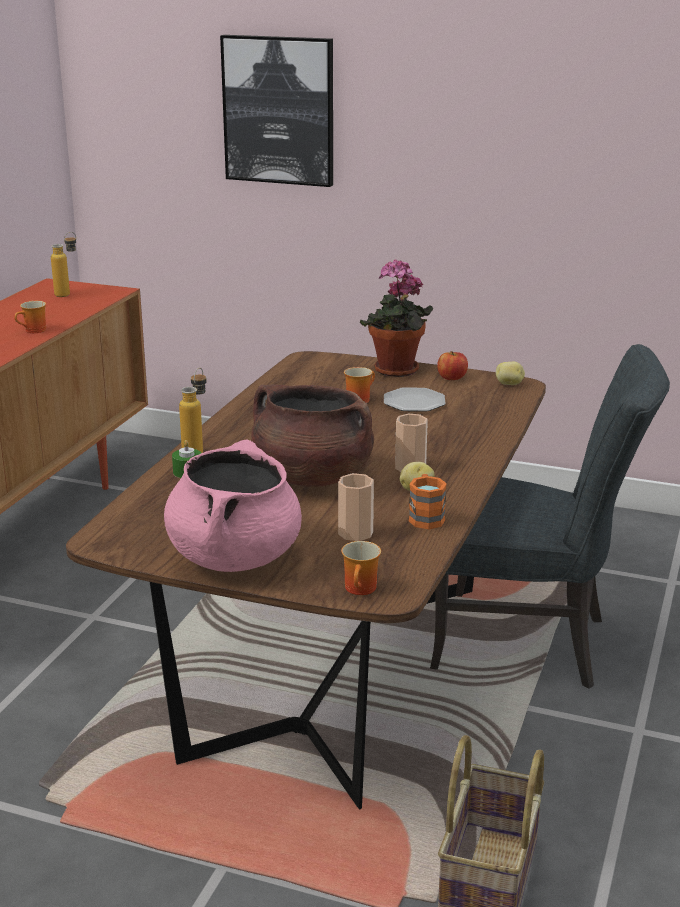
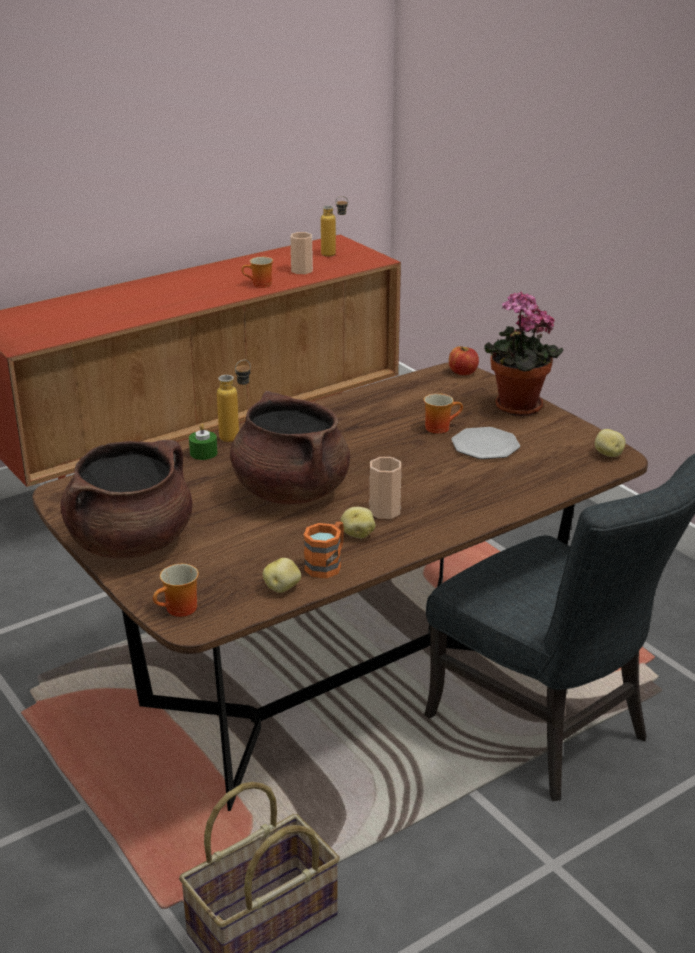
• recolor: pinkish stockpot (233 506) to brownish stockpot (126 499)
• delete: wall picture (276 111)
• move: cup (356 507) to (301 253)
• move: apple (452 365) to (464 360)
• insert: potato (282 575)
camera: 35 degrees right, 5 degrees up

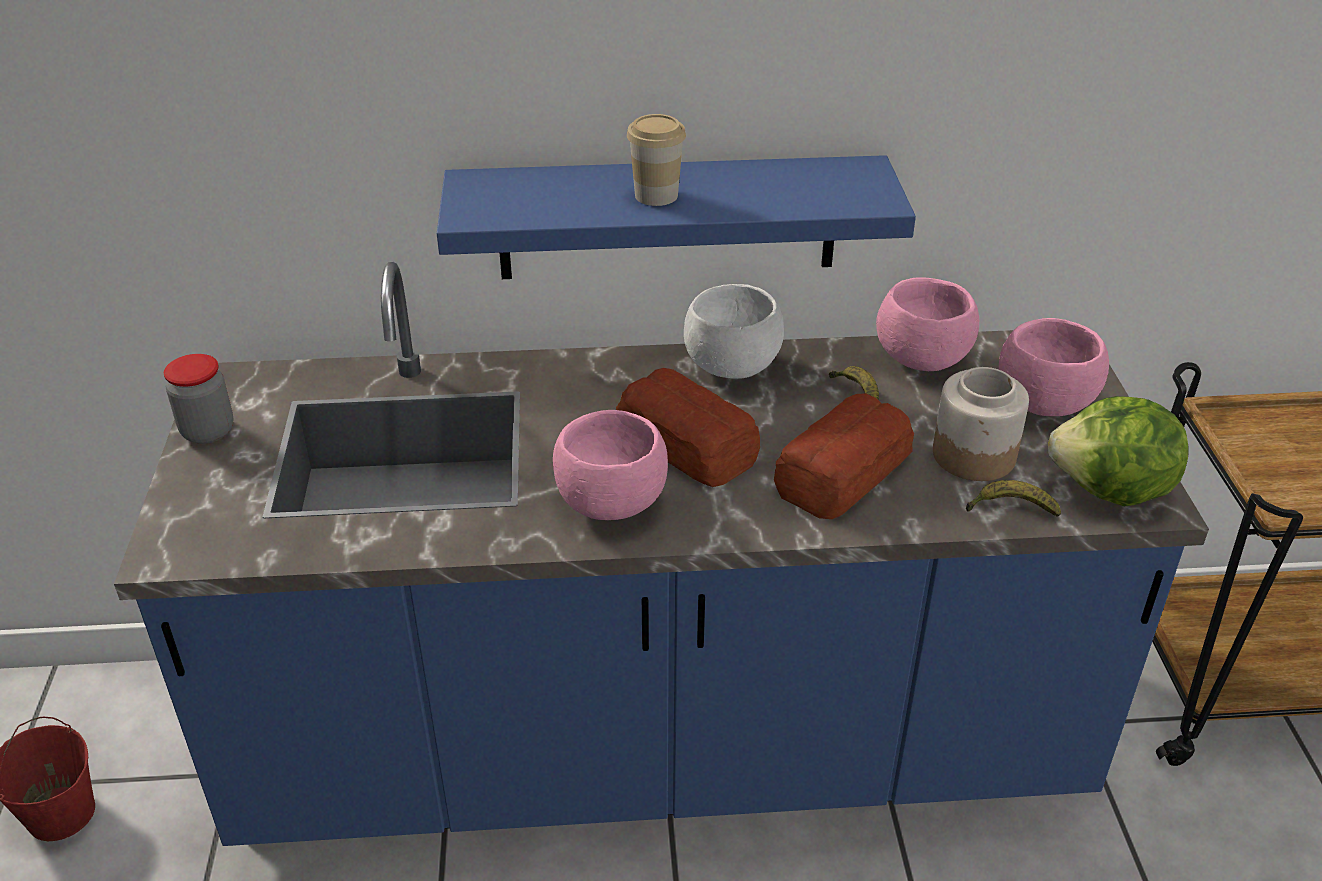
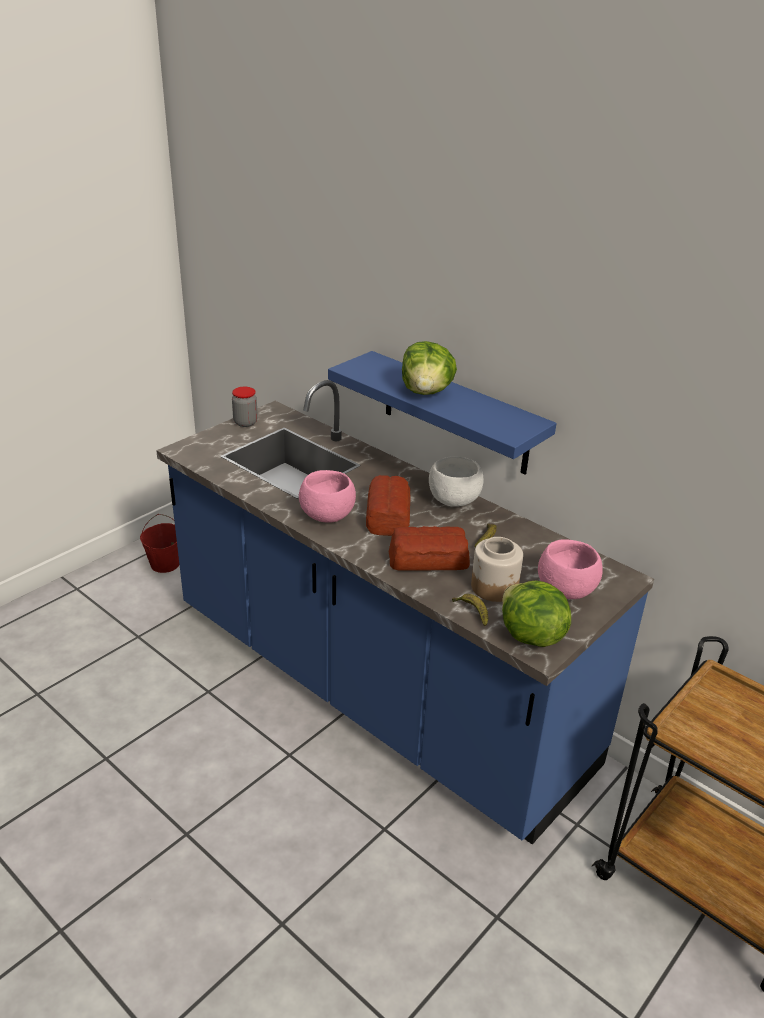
• replace: cup (656 160) to lettuce head (429 368)
• delete: pinkish bowl (927 324)
camera: 45 degrees right, 5 degrees down

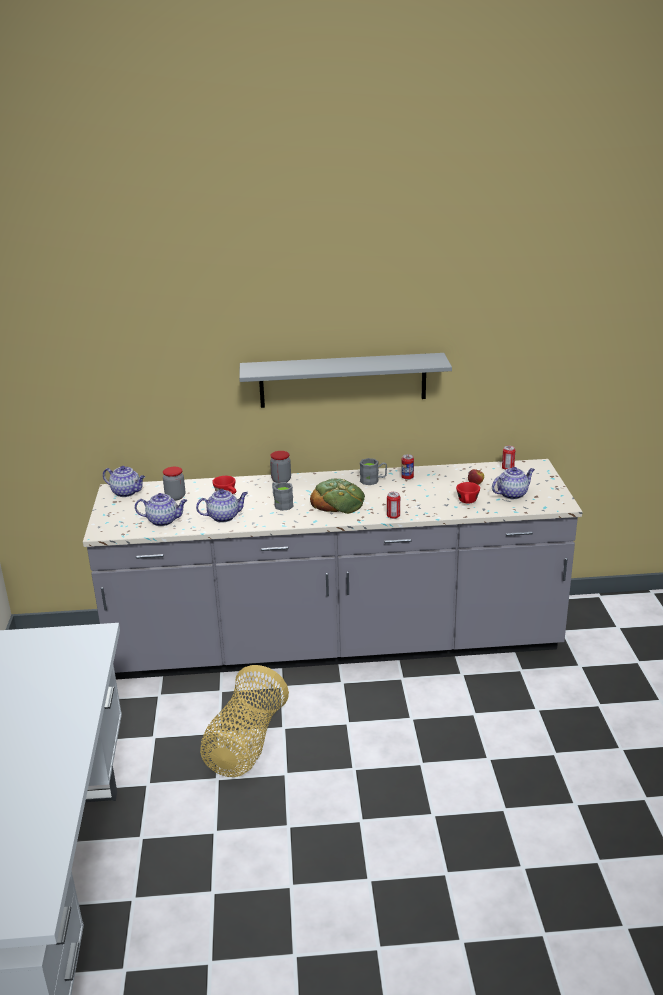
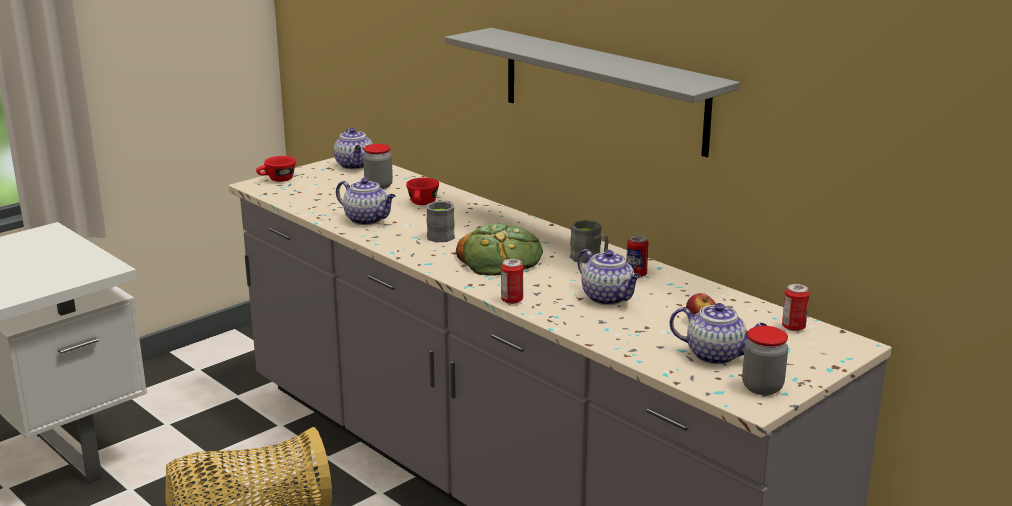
• move: pot for tea (161 509) to (609 277)
• move: preserve jar (280 467) to (765 360)
• move: red cup (468 493) to (276 169)
camera: 50 degrees right, 5 degrees down

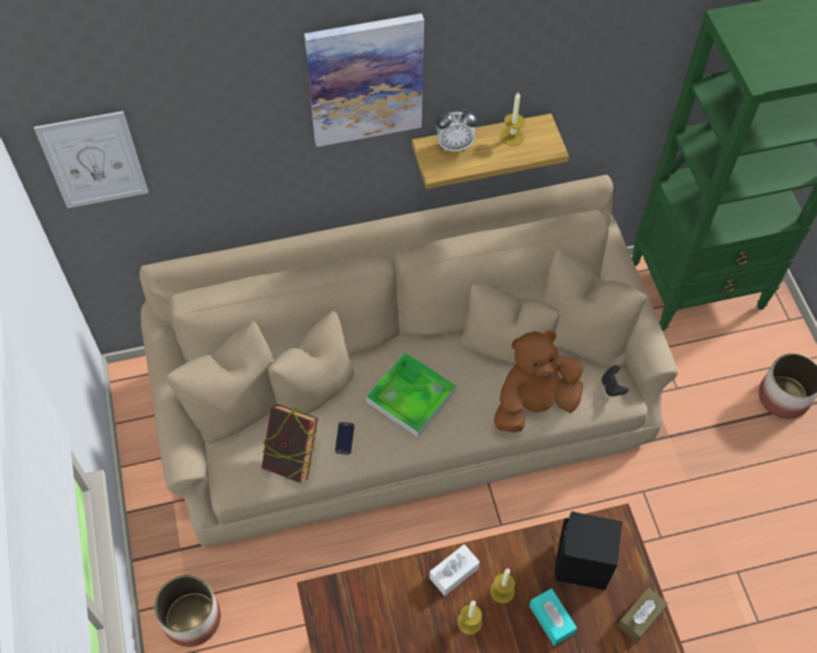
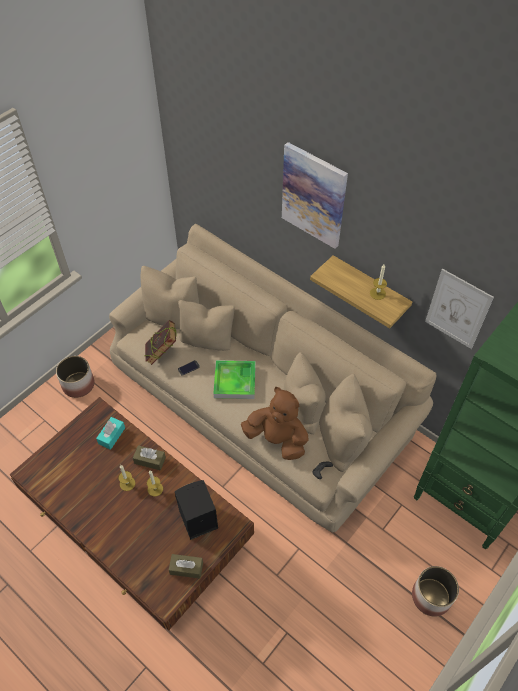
• move: wall picture (91 159) to (459 309)
• recolor: whitish tissue holder (454 570) to brownish tissue holder (149 457)
• delete: bedside clock (456 130)
• move: blue-green tissue holder (553 617) to (110 433)
camera: 55 degrees right, 5 degrees down

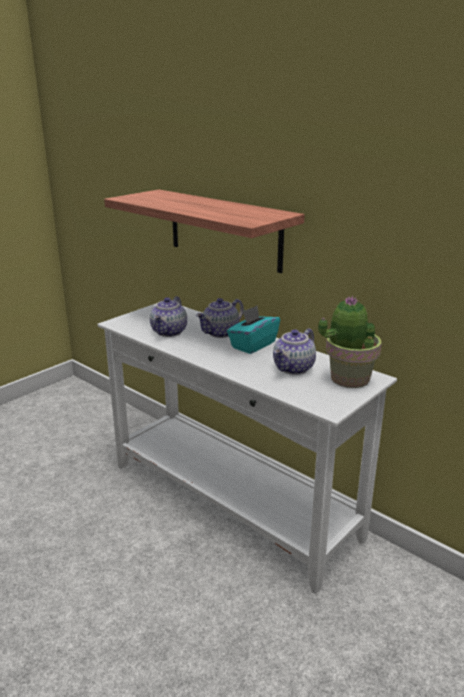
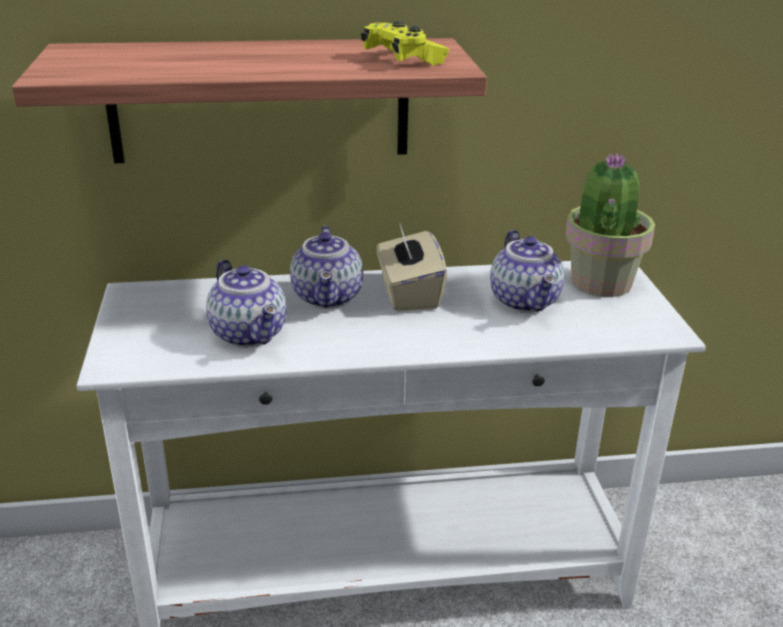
• recolor: blue-green tissue holder (253 330) to beige-coloured tissue holder (412 267)
• insert: yellow-coloured gamepad (405 43)
camera: 50 degrees left, 5 degrees up

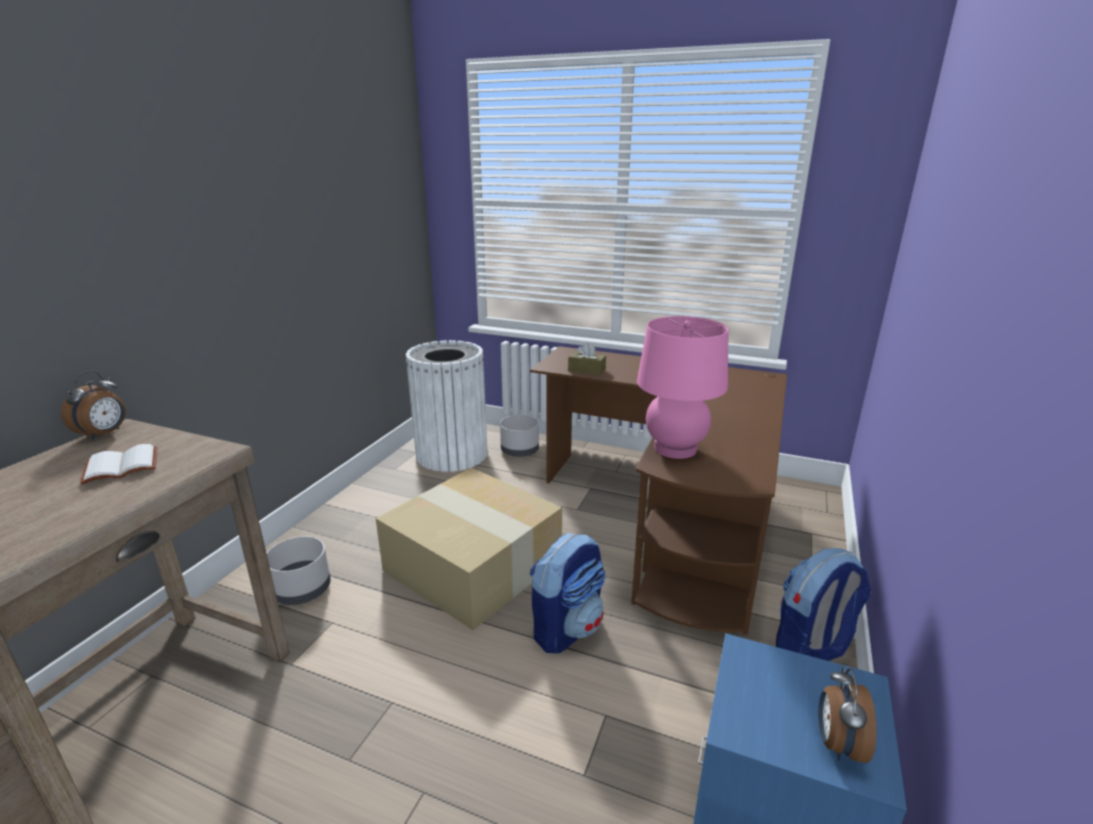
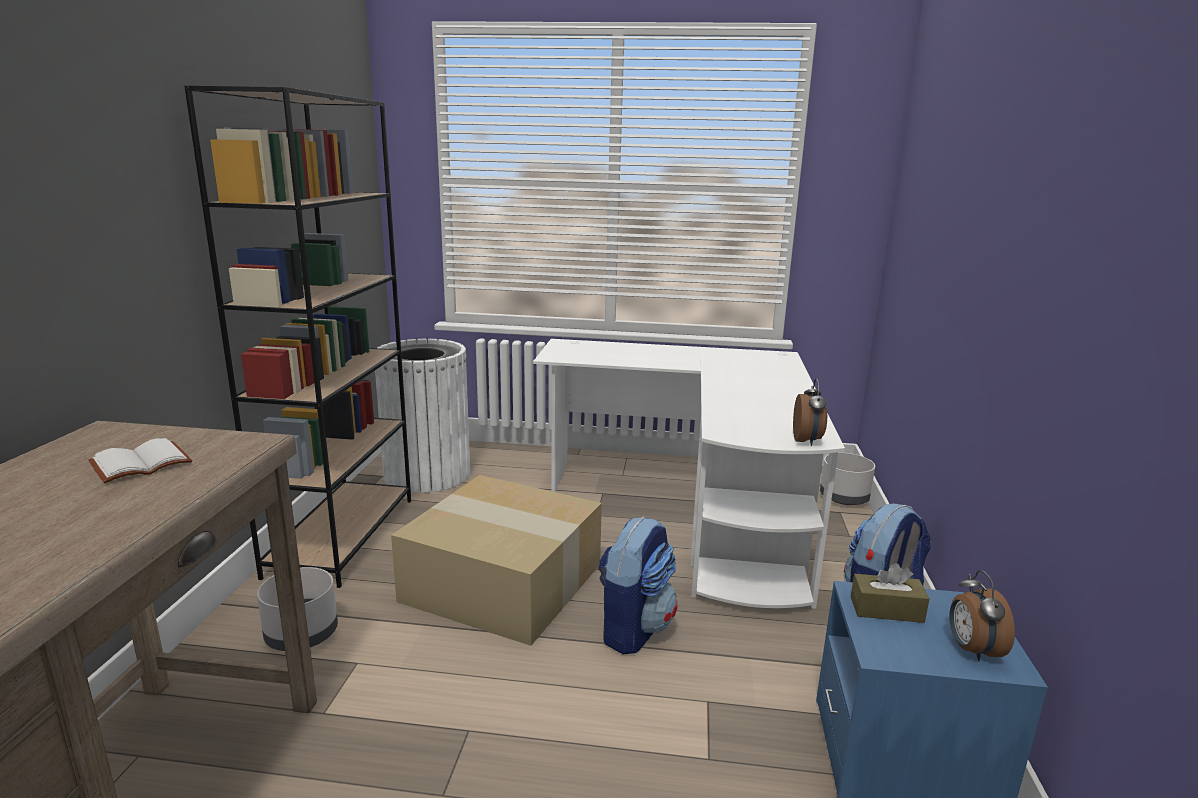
• move: bedside clock (93 405) to (810 412)
• move: gray plant pot (519 436) to (847 479)
• recolor: brownish desk (658 490) to whitish desk (689 474)
• move: brownish tissue holder (587 359) to (890 593)
• delete: pinkish table lamp (683 387)
• insert: beige-coloured bookcase (297 337)
camera: 15 degrees left, 5 degrees down

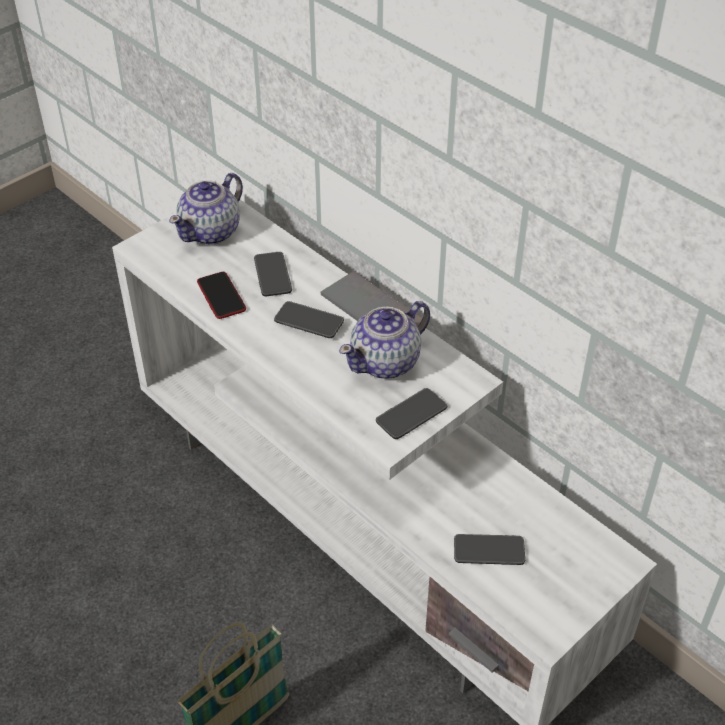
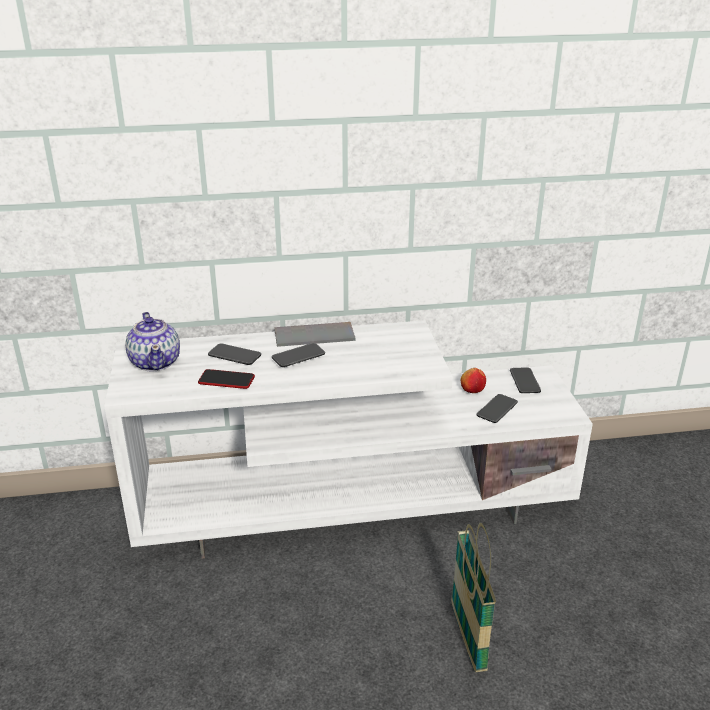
• delete: pot for tea (384 340)
• move: handset (411 413) to (525 380)
• insert: apple (473 380)
camera: 55 degrees left, 15 degrees down

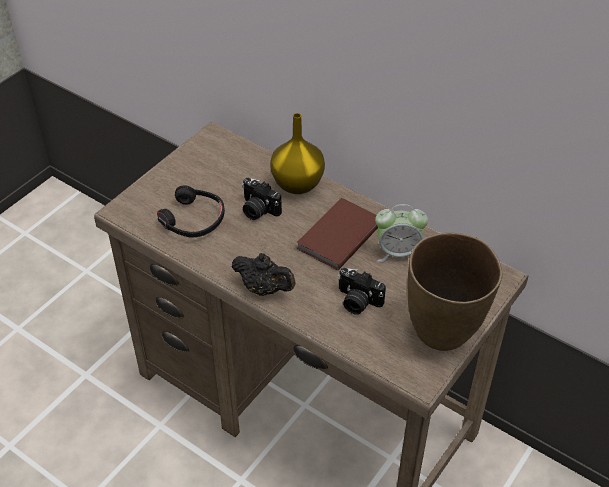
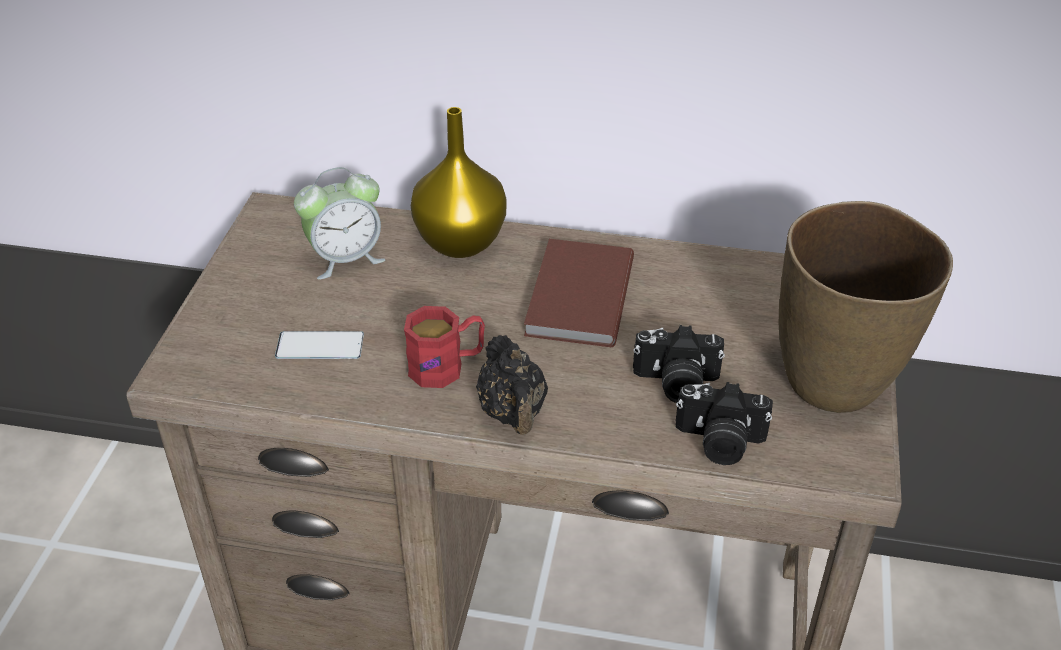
• replace: black pair of headphones (191 211) to handset (319 345)
• rotate: black pot for tea (263 274) = (512 385) 75 degrees clockwise
• move: photo camera (262 199) to (724 423)
• move: bedside clock (401 233) to (340 223)
• insert: red coffee mug (444 347)
camera: 25 degrees left, 5 degrees down

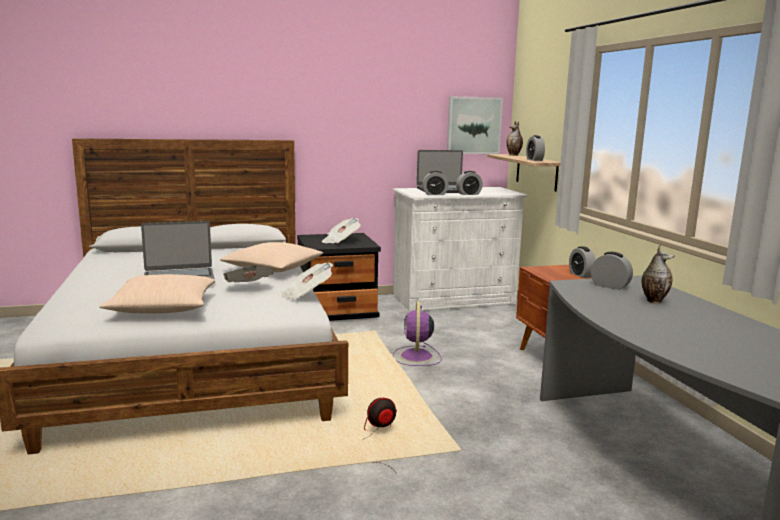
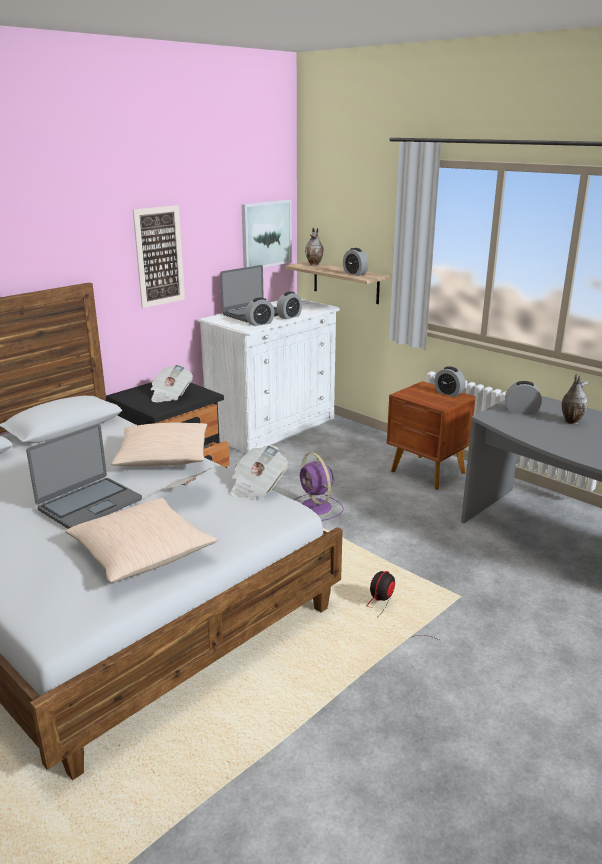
• insert: wall picture (159 256)
camera: 30 degrees left, 10 degrees up

